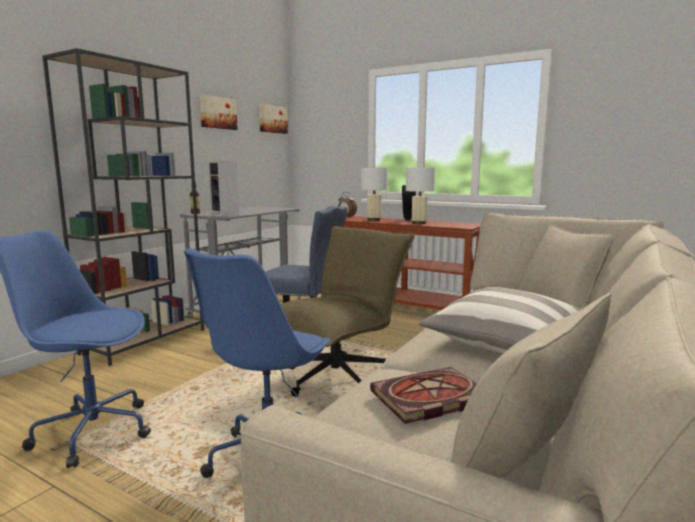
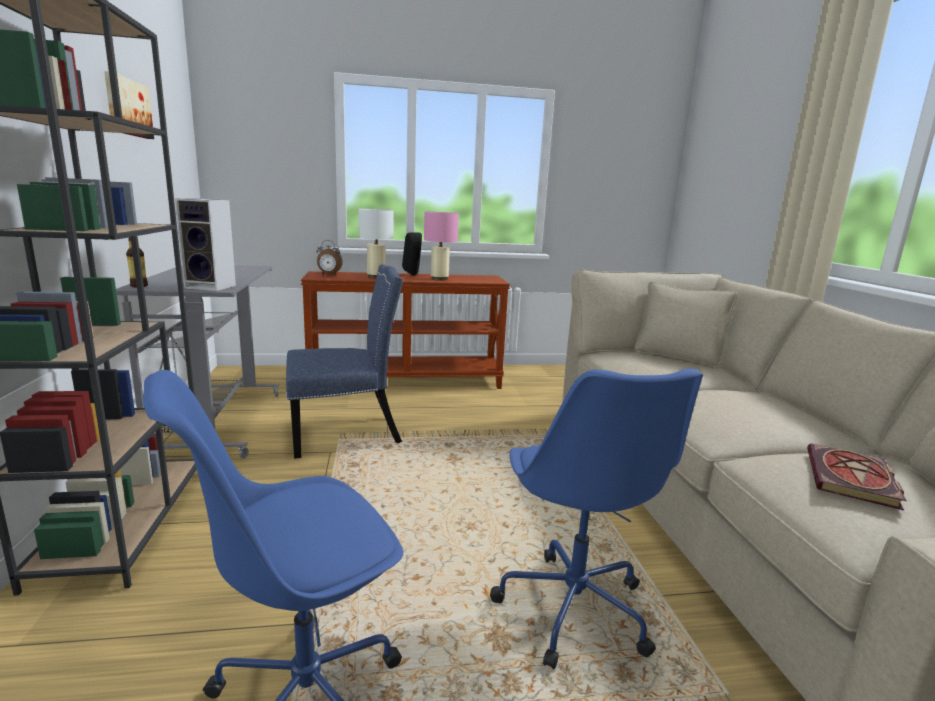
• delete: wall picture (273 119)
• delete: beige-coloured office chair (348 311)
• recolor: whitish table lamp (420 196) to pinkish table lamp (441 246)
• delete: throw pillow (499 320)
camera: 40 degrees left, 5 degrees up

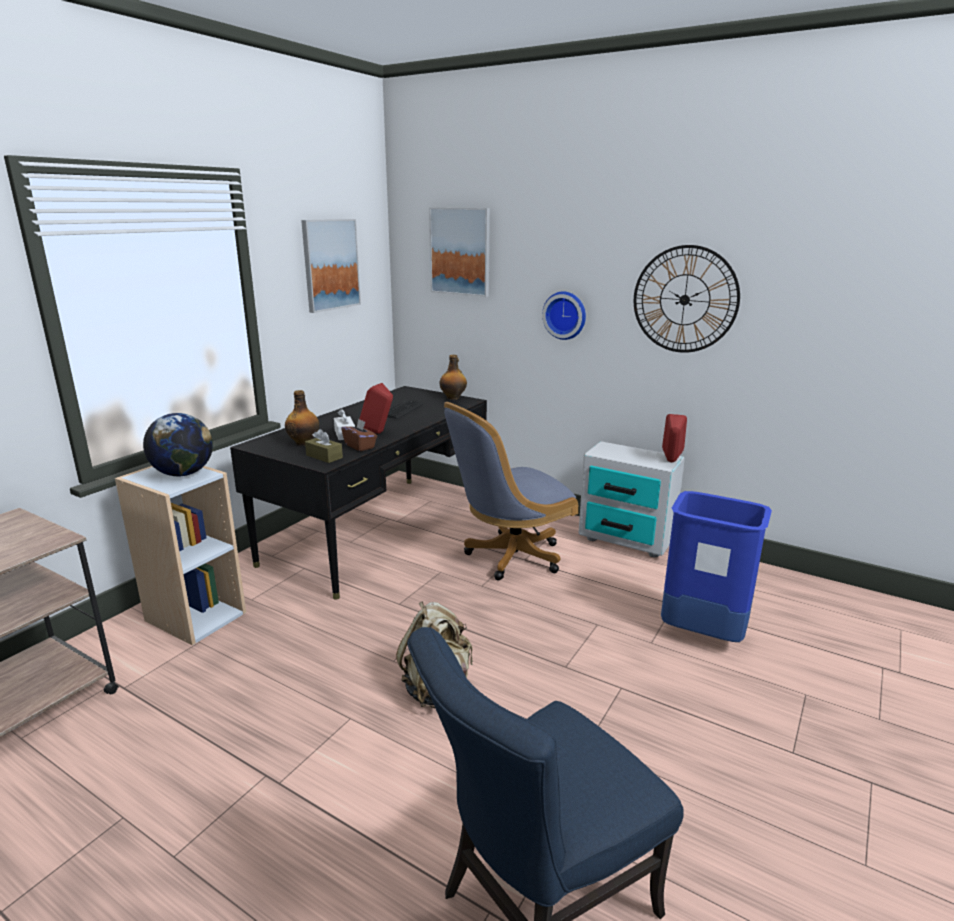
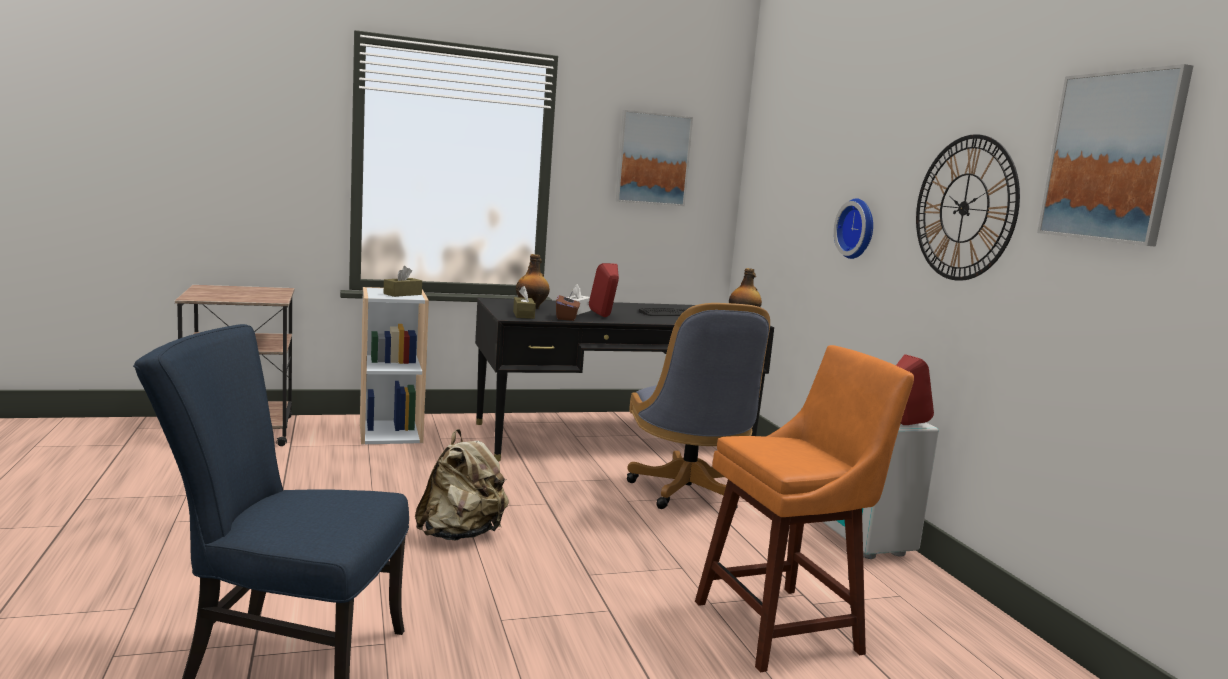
• replace: world globe (178 444) to brownish tissue holder (403 281)
• move: wall picture (459 252) to (1115 155)
• rotate: bluish office chair (511 491) = (698 406) 105 degrees counterclockwise
• replace: bluish rubbish bin (716 566) to orange upright chair (804 508)
camera: 40 degrees right, 10 degrees down

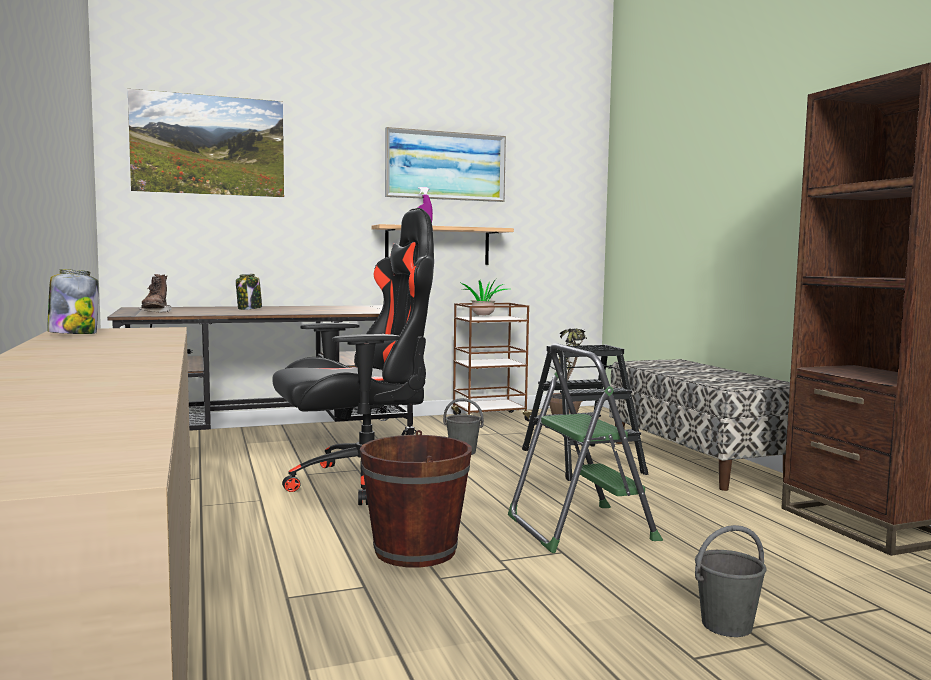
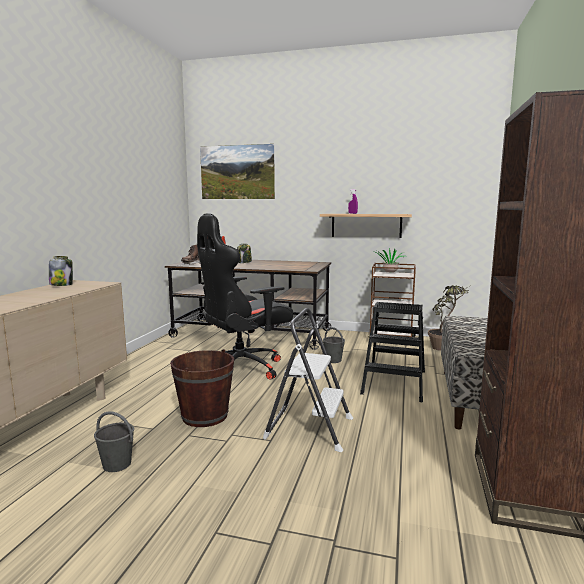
• rotate: black office chair (353 356) = (245 296) 135 degrees clockwise
• delete: wall picture (445 164)
• recolor: greenish step stool (585 448) to whitish step stool (308 380)
• move: gray pail (731 581) to (114 441)
camera: 35 degrees right, 5 degrees up

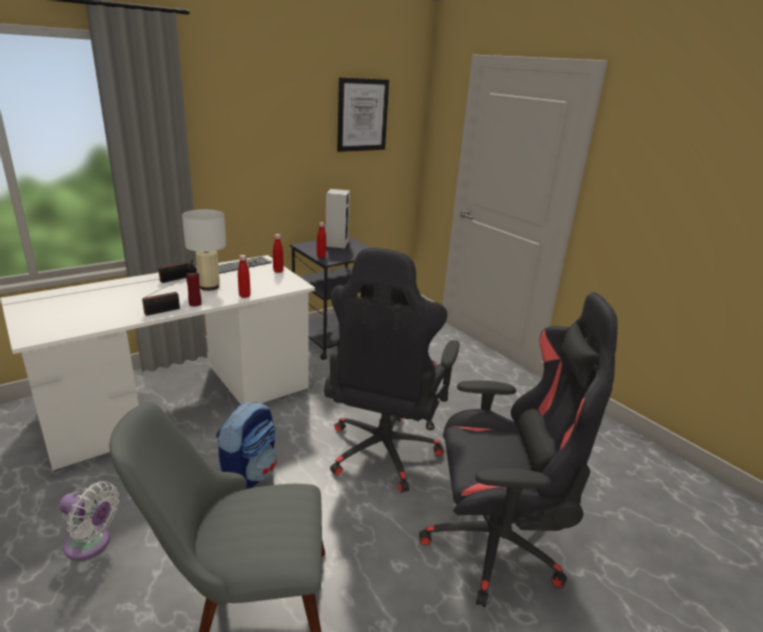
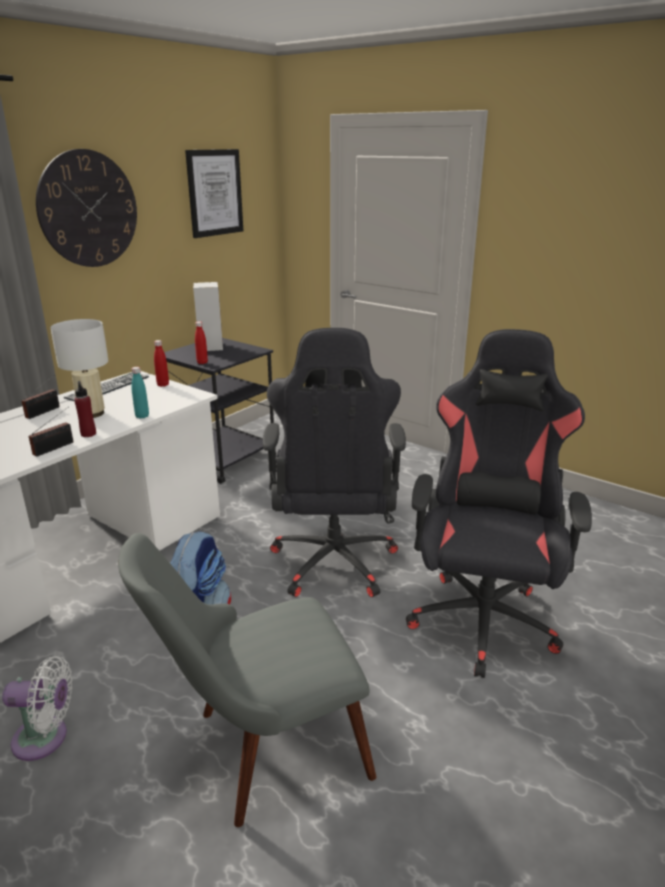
• recolor: red bottle (244 276) to blue-green bottle (140 393)
• rotate: black office chair (518 450) = (499 503) 60 degrees counterclockwise
• insert: wall clock (86 208)
camera: 15 degrees left, 0 degrees up

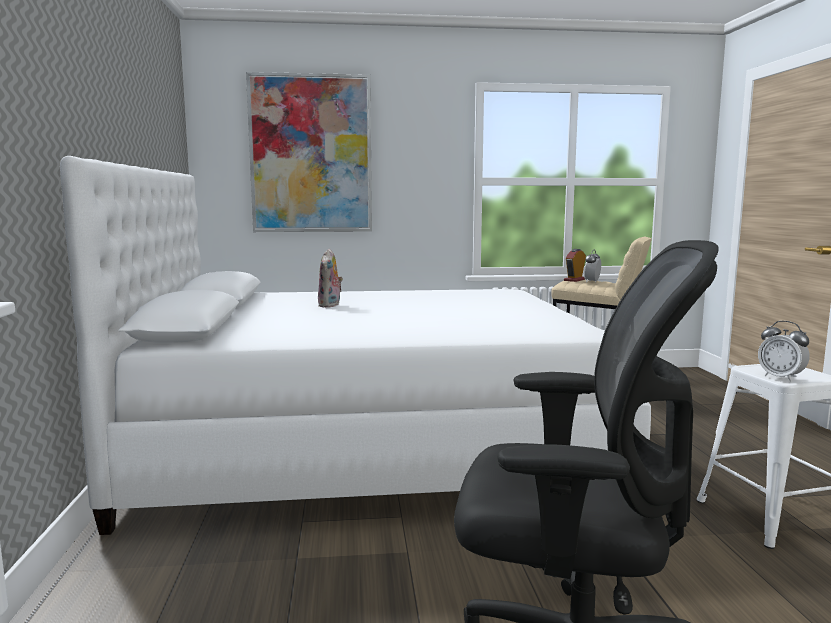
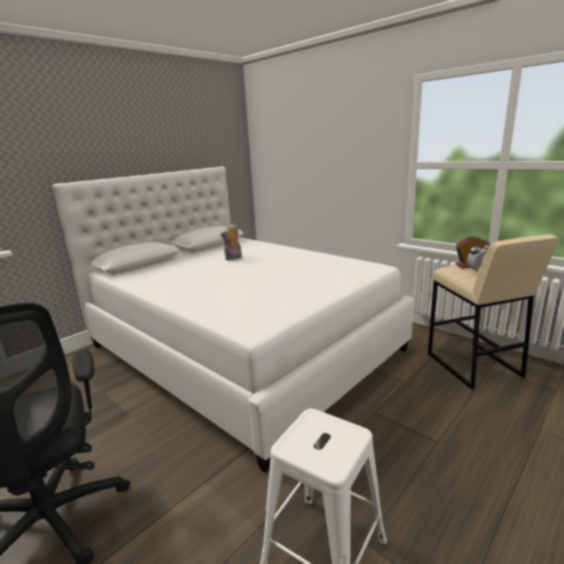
• delete: wall picture (309 152)
• delete: bedside clock (784 351)
camera: 50 degrees right, 10 degrees up

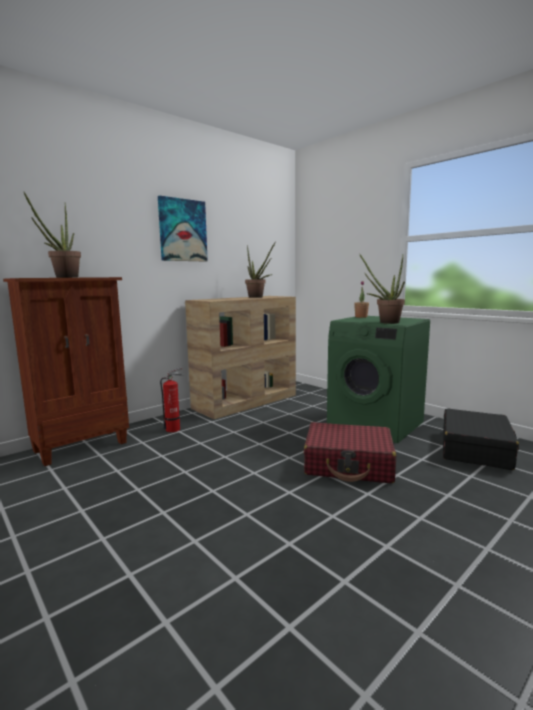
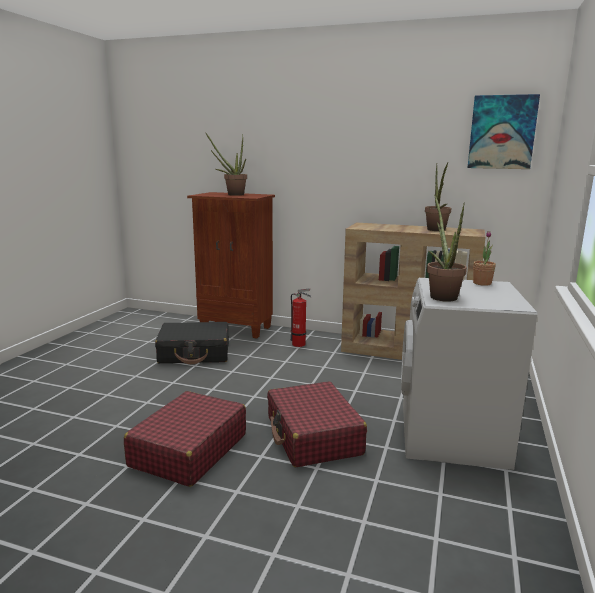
• move: wall picture (183 228) to (504 131)
• recolor: greenish laundry appliance (378 379) to whitish laundry appliance (469 374)
• move: black piece of luggage (481 439) to (192 343)
• insert: red piece of luggage (185 439)
camera: 60 degrees right, 5 degrees up

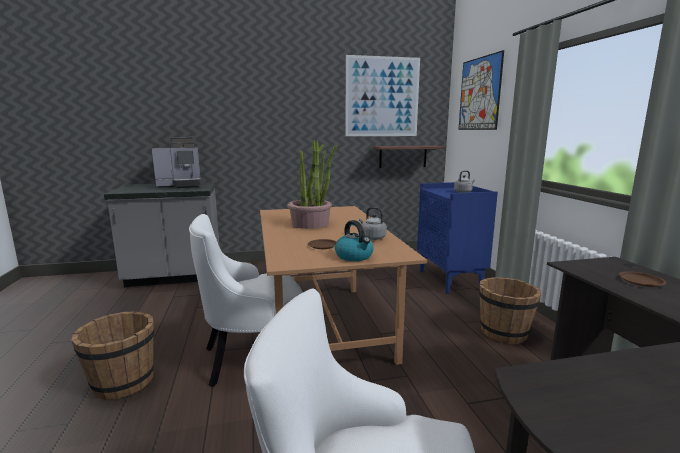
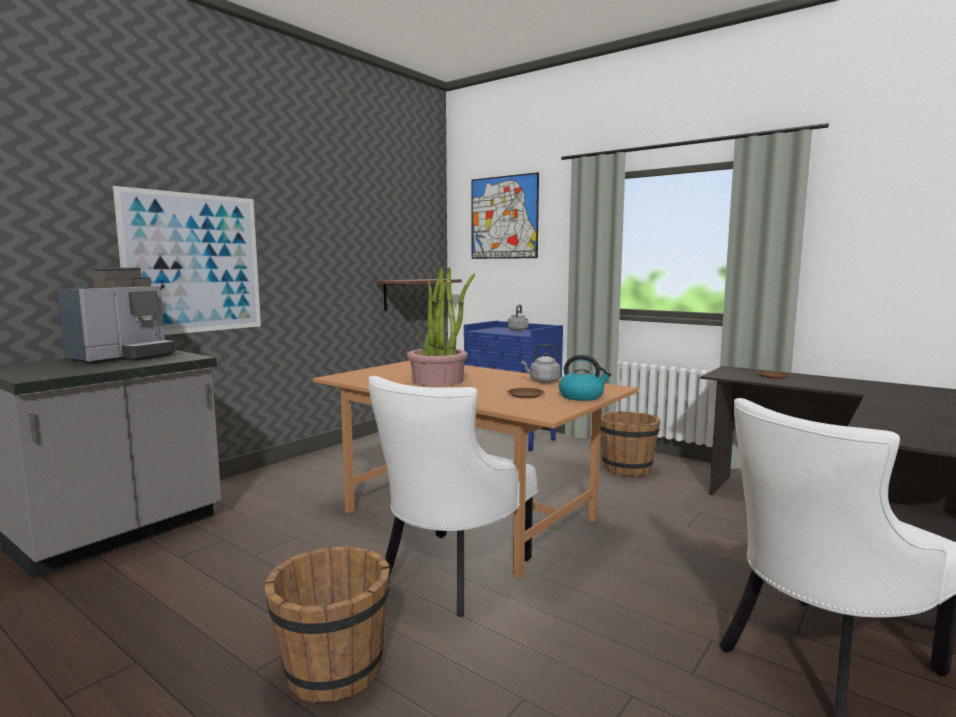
• move: wall picture (382 95) to (187 260)
camera: 40 degrees left, 5 degrees down

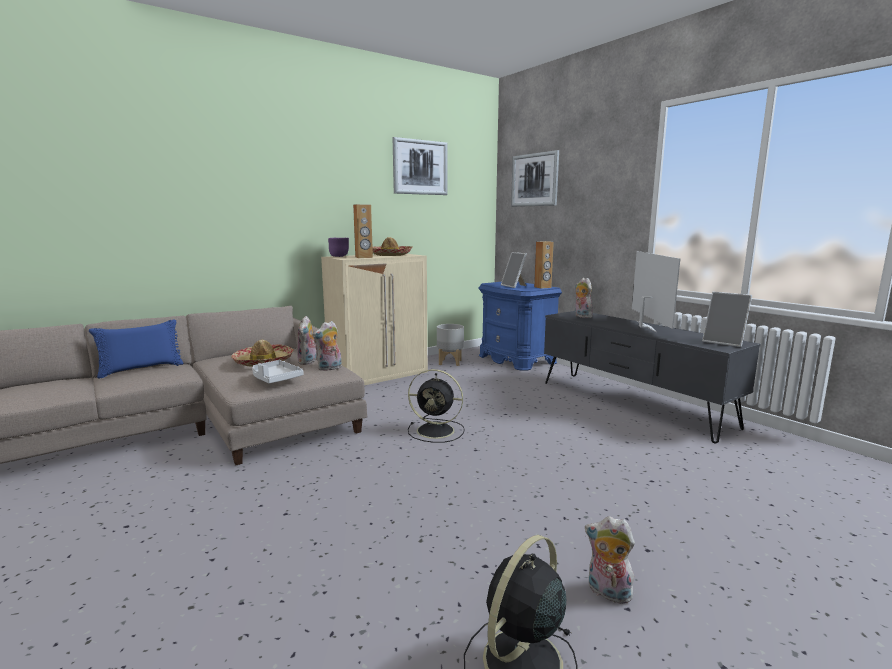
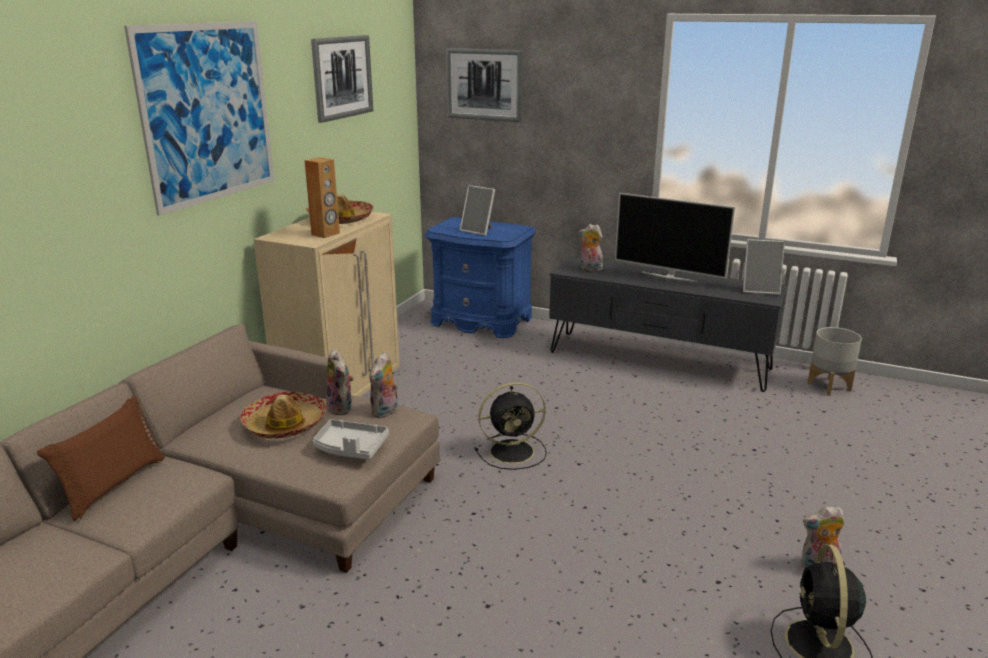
• recolor: bluish throw pillow (136 349) to brownish throw pillow (101 458)
• delete: purple bowl (338 247)
• move: gray plant pot (450 345) to (834 361)
• delete: brownish audio speaker (544 265)
• rotate: TV (656 292) = (675 237) 150 degrees clockwise
• insert: wall picture (199 118)
camera: 30 degrees left, 10 degrees up

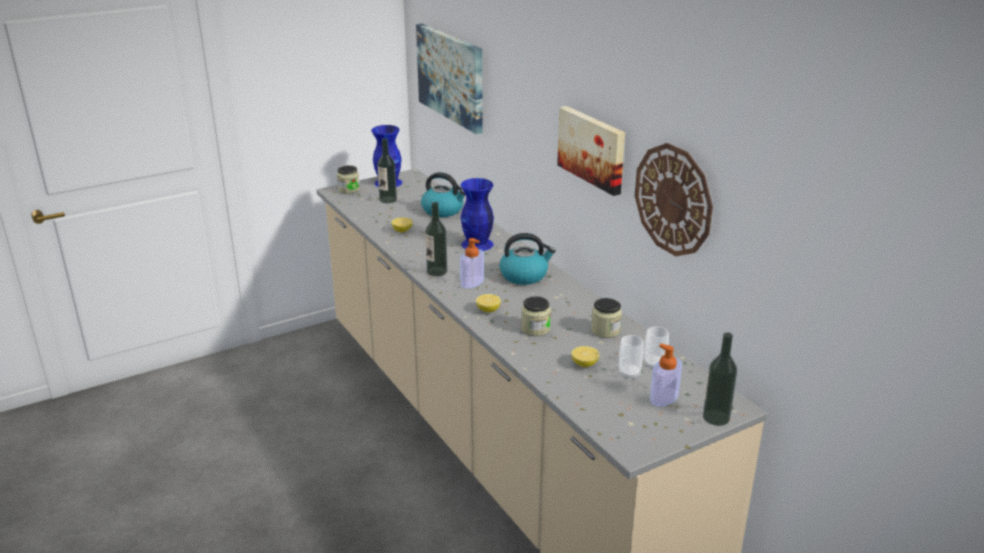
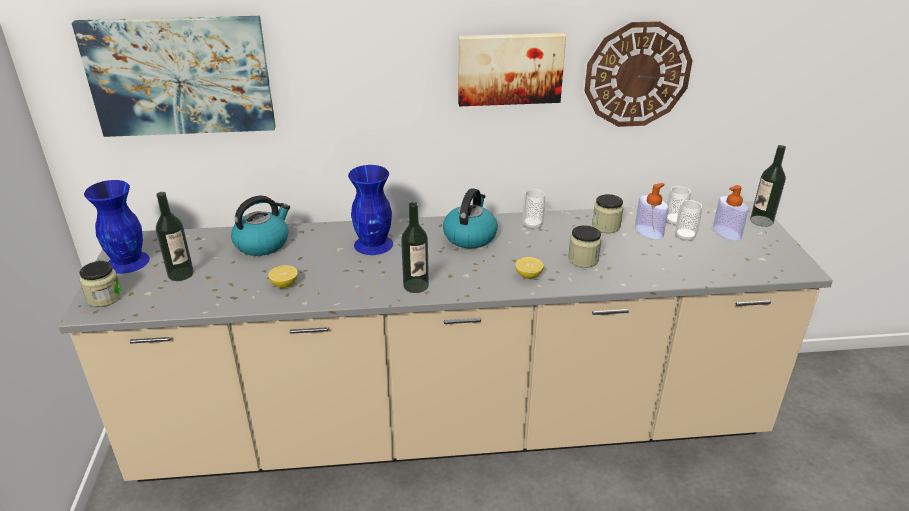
• move: soap bottle (472 263) to (652 211)
• delete: citrus fruit (585 356)
• insert: cup (534 209)
camera: 65 degrees left, 5 degrees up

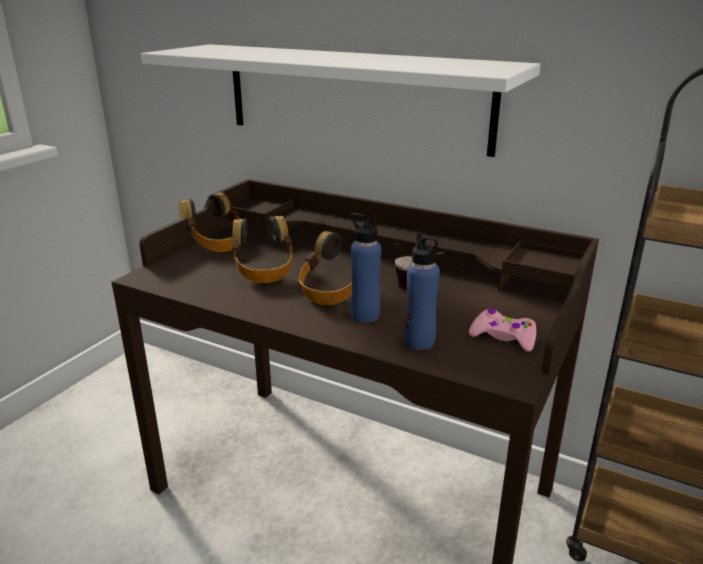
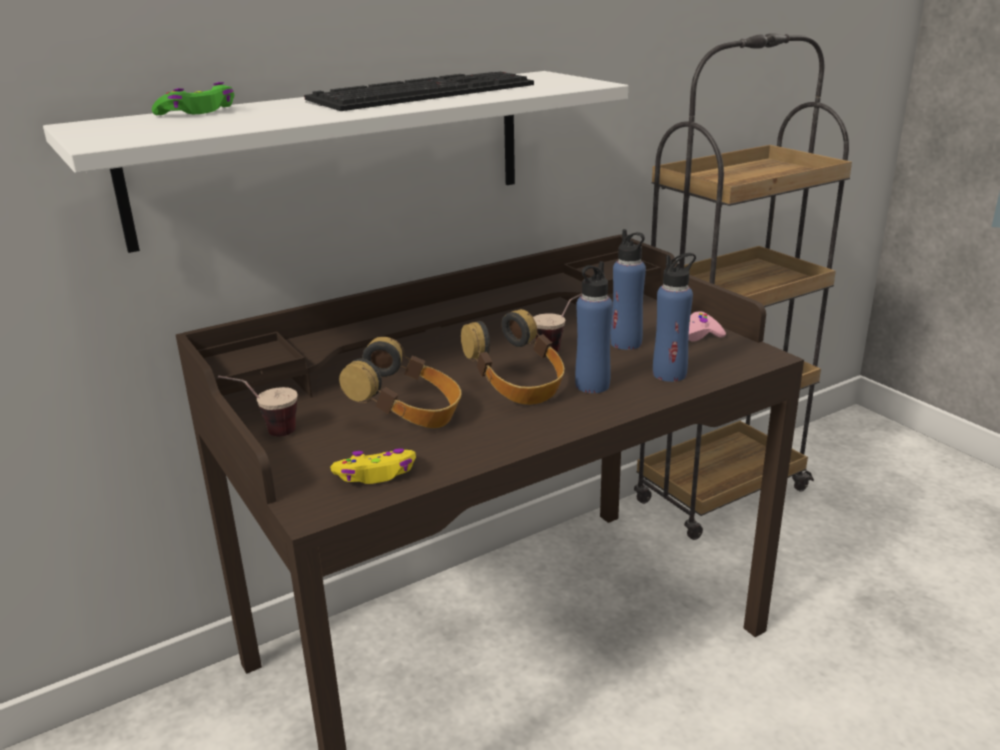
• replace: pair of headphones (210 222) to cup (258 406)
• insert: greenish gamepad (193 98)
• insert: computer keyboard (419 91)
• insert: yellow-coloured gamepad (373 466)
• insert: bluish bottle (628 289)
camera: 60 degrees left, 0 degrees up

